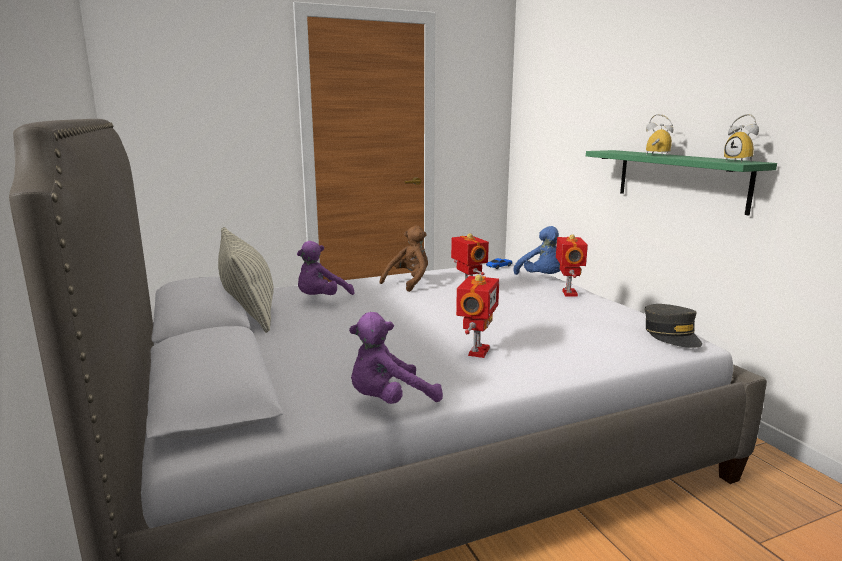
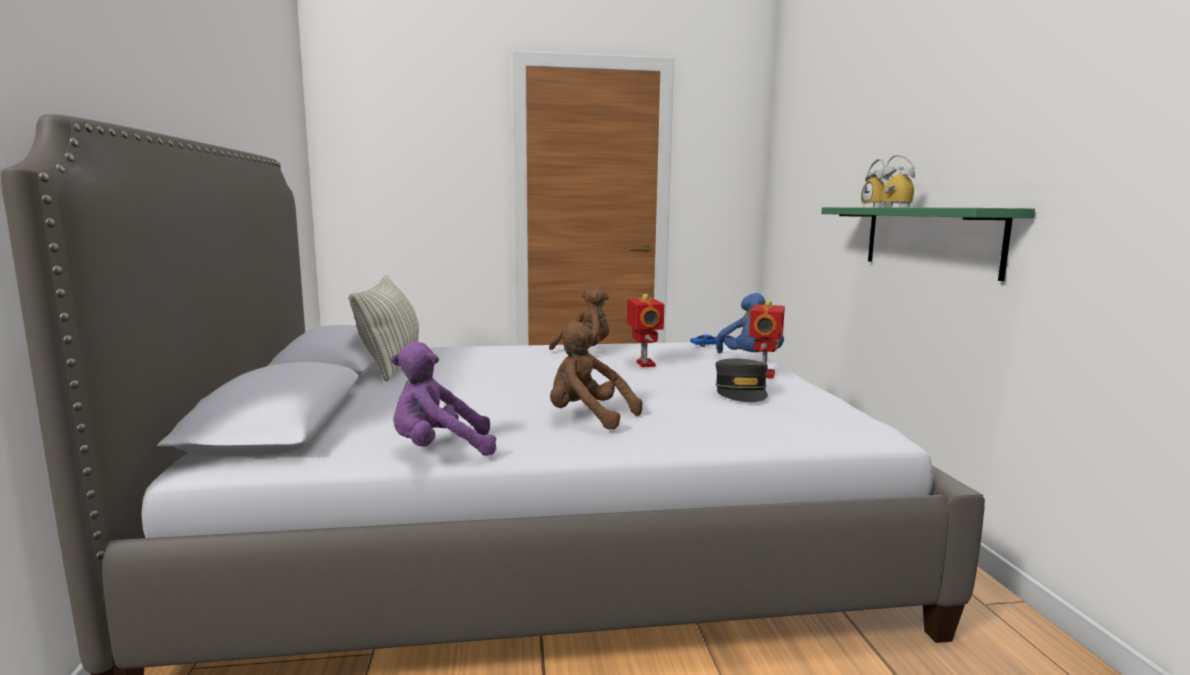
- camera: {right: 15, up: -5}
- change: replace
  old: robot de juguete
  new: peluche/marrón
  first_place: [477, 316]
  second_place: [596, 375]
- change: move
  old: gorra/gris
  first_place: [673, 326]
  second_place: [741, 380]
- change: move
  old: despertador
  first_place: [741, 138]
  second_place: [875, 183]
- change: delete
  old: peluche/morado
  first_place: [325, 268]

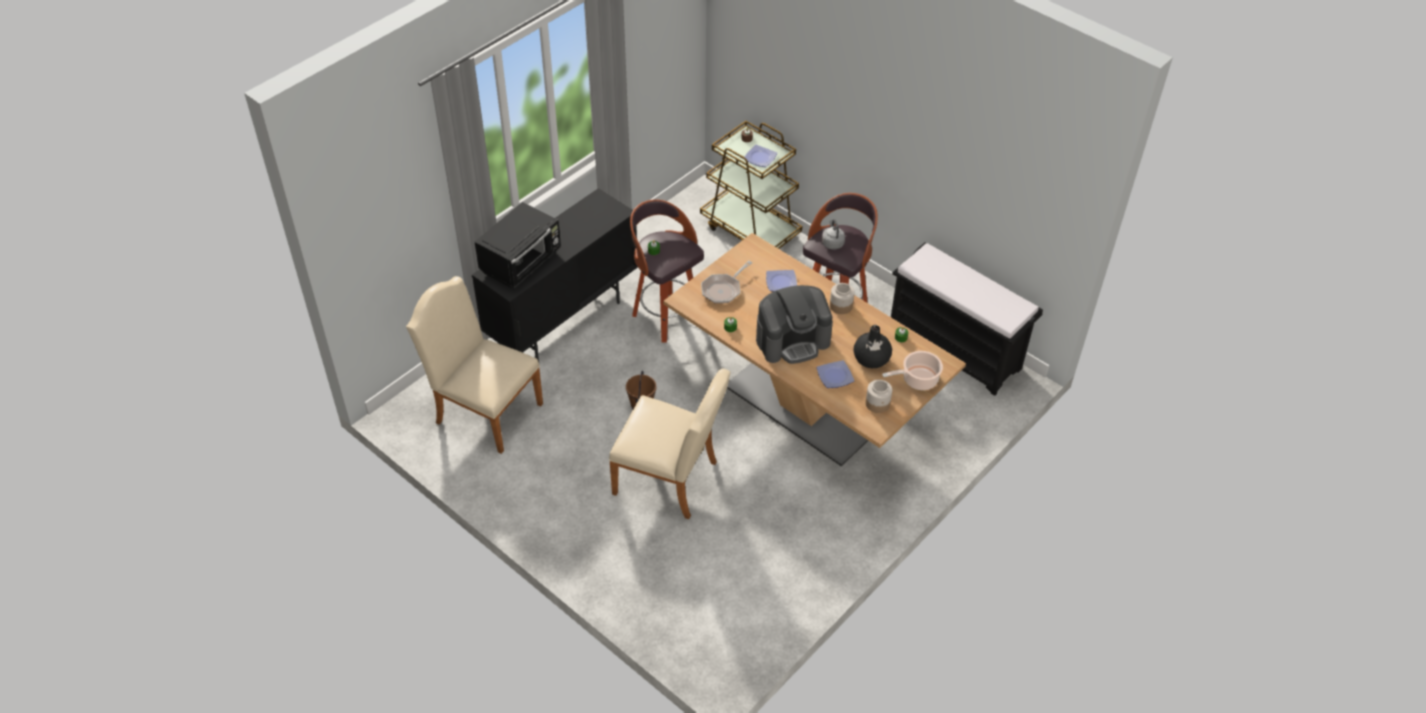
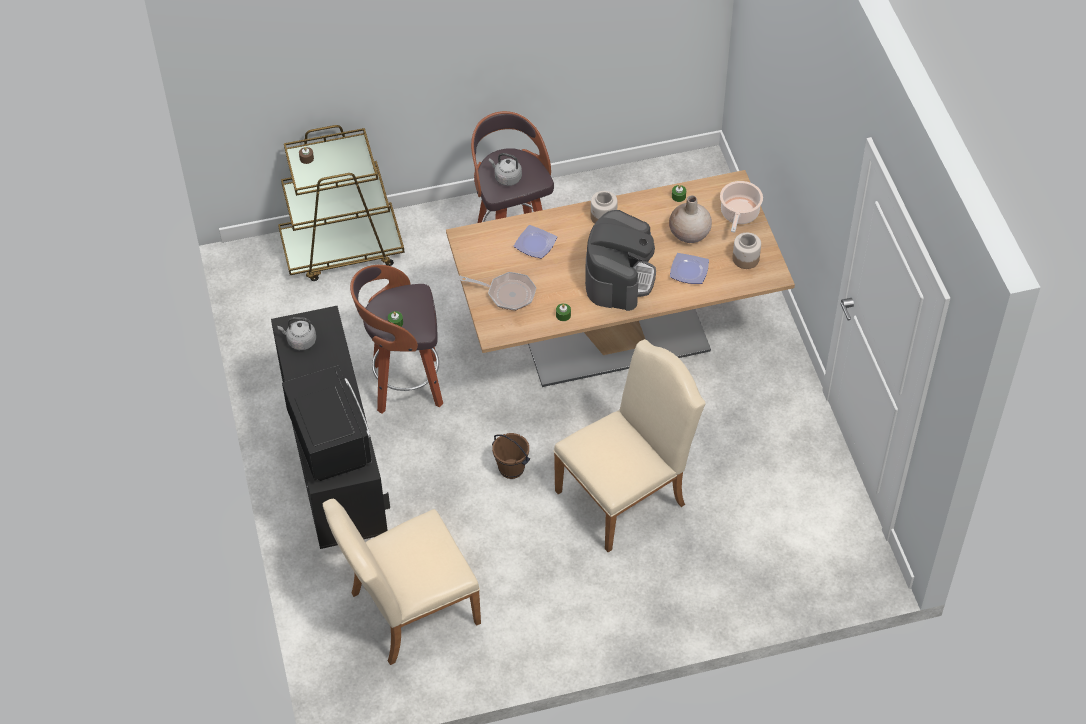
- camera: {right: -55, up: 5}
- change: insert
  new: hervidor/gris
  second_place: [297, 333]
- change: rotate
  old: sartén
  first_place: [726, 282]
  second_place: [497, 291]
  degrees: -60
- change: recolor
  old: florero/negro
  new: florero/beis
  first_place: [872, 346]
  second_place: [690, 219]
- change: delete
  old: plato
  first_place: [761, 156]
- change: delete
  old: banco/negro
  first_place: [967, 319]

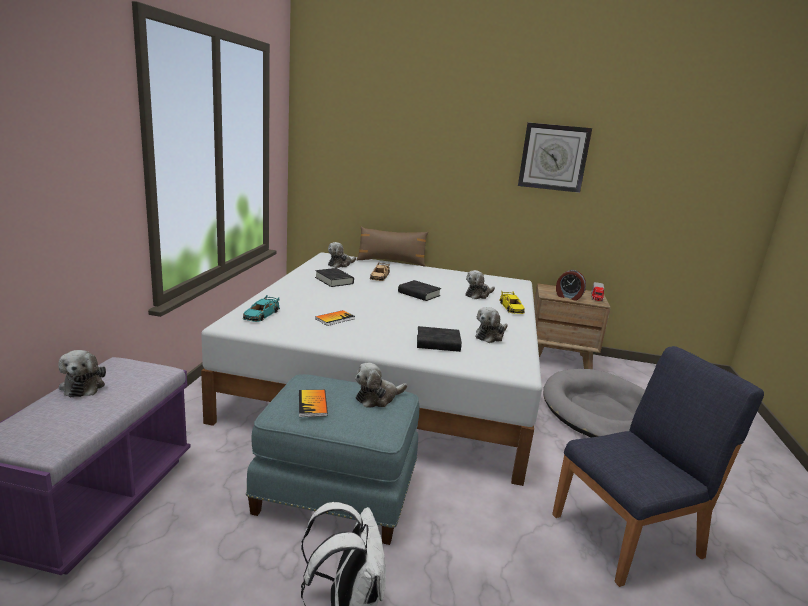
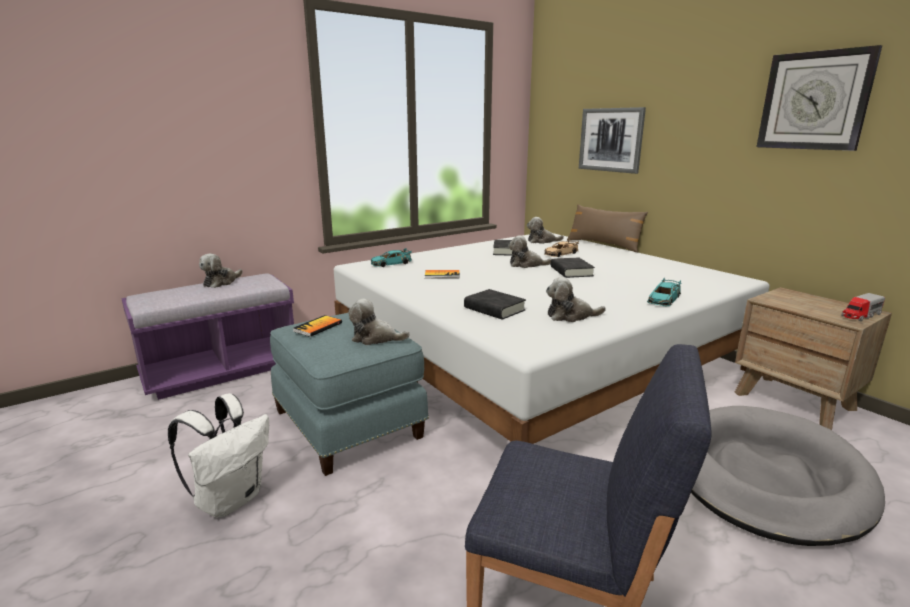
- camera: {right: 45, up: 0}
- change: move
  old: peluche
  first_place: [480, 284]
  second_place: [530, 251]
- change: insert
  new: cuadro
  second_place: [612, 140]
- change: recolor
  old: coche de juguete/amarillo
  new: coche de juguete/turquesa
  first_place: [512, 302]
  second_place: [664, 292]
- change: delete
  old: despertador
  first_place: [571, 285]

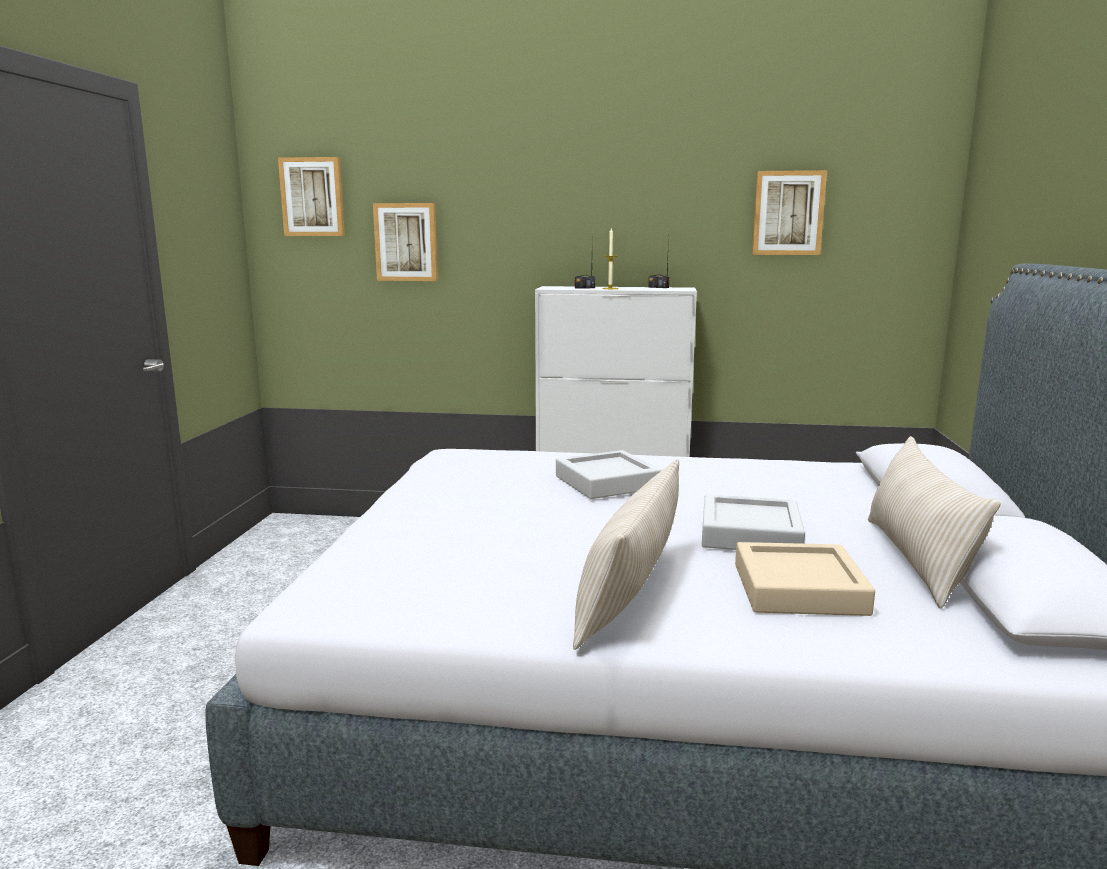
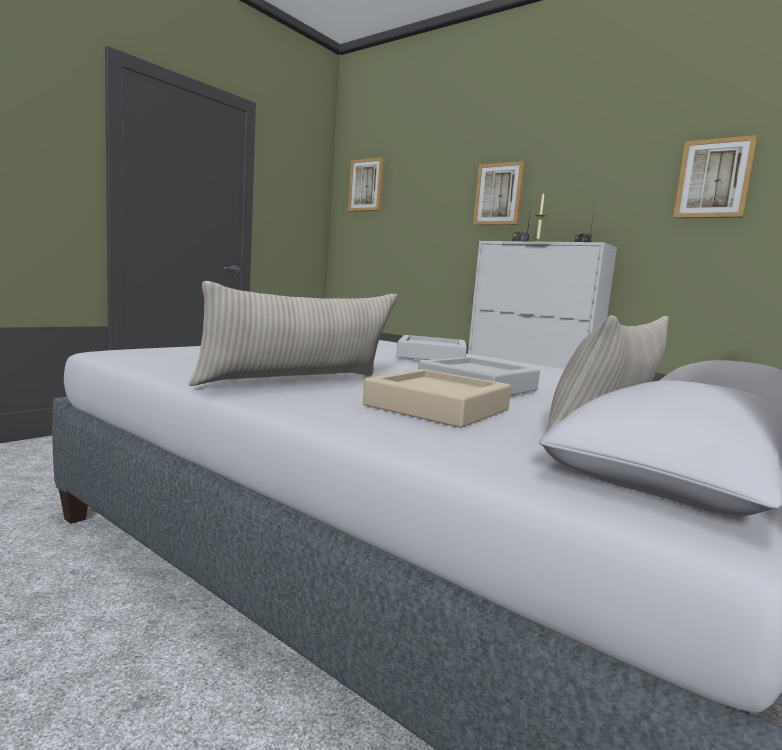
- camera: {right: 30, up: -5}
- change: move
  old: cuadro
  first_place: [405, 242]
  second_place: [499, 193]

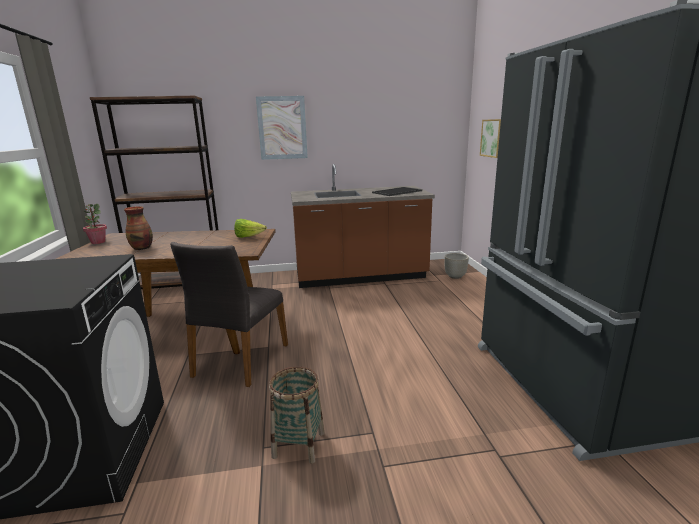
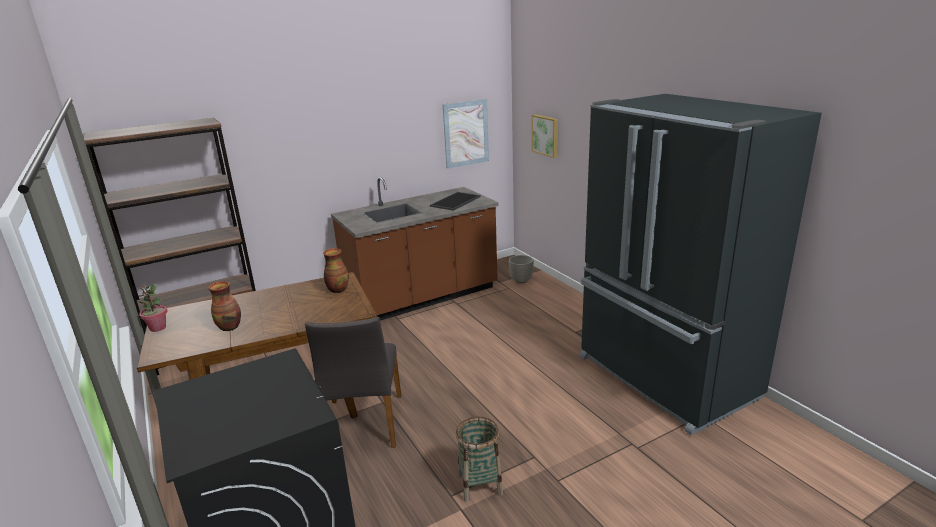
- camera: {right: -20, up: 5}
- change: replace
  old: lechuga
  new: florero
  first_place: [250, 228]
  second_place: [336, 270]
- change: move
  old: cuadro
  first_place: [282, 128]
  second_place: [466, 134]

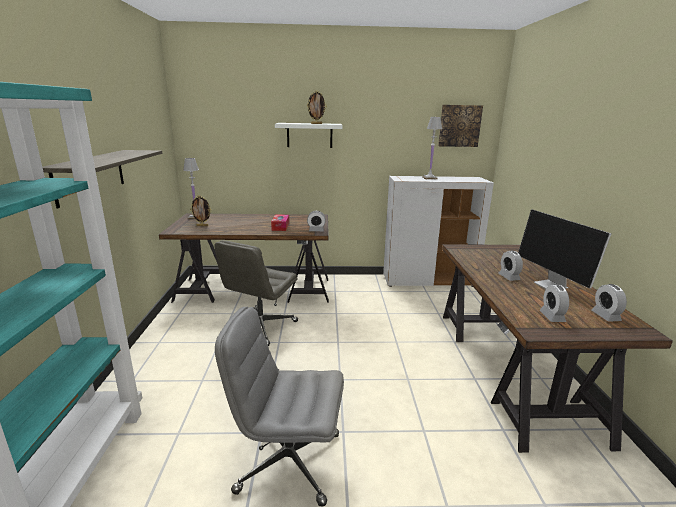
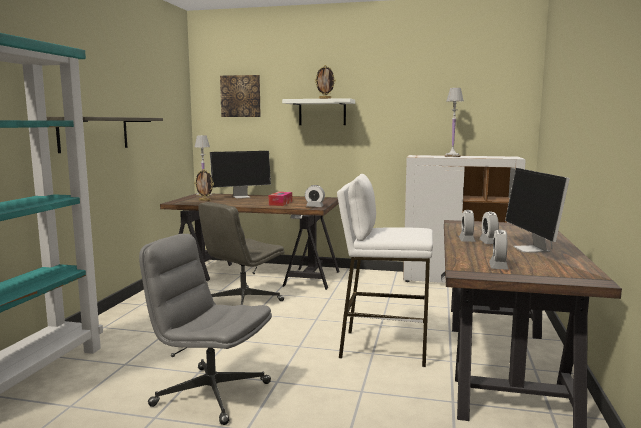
- camera: {right: 15, up: -10}
- change: insert
  new: monitor
  second_place: [240, 174]
- change: move
  old: cuadro
  first_place: [460, 126]
  second_place: [240, 96]
- change: insert
  new: taburete/blanco
  second_place: [385, 270]
- change: move
  old: despertador
  first_place: [609, 303]
  second_place: [467, 226]

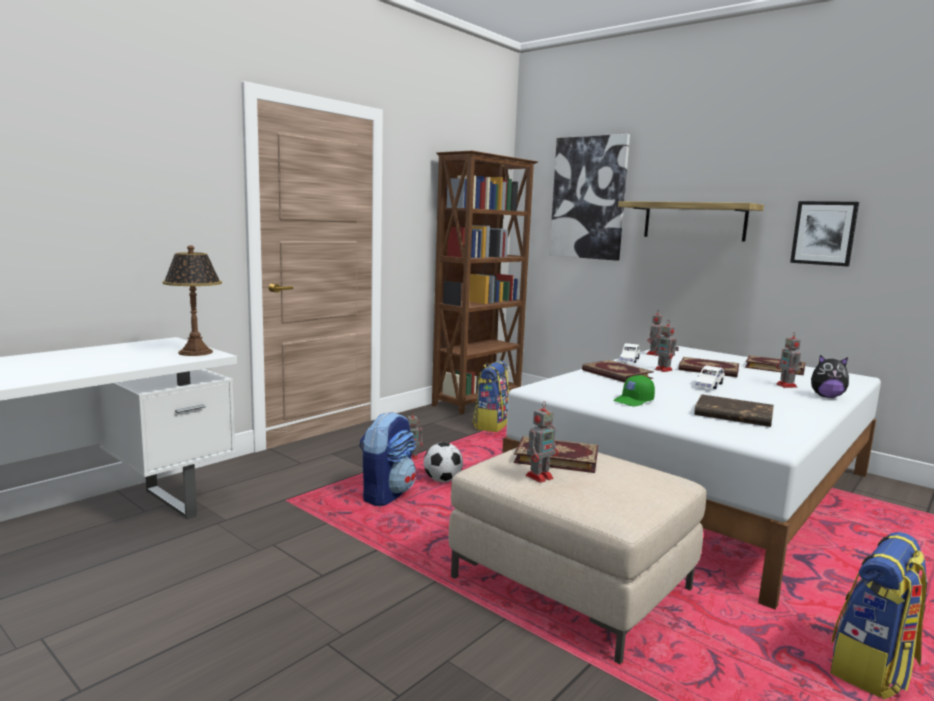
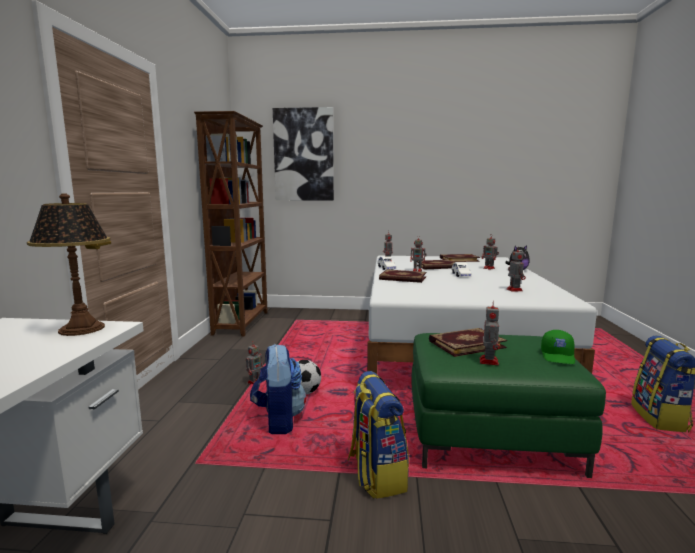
- camera: {right: -35, up: 0}
- change: move
  old: mochila
  first_place: [490, 396]
  second_place: [378, 435]
- change: recolor
  old: puf/beis
  new: puf/verde
  first_place: [577, 556]
  second_place: [509, 405]
- change: replace
  old: libro/marrón
  new: robot de juguete
  first_place: [734, 410]
  second_place: [516, 269]
- change: move
  old: gorra/verde
  first_place: [634, 390]
  second_place: [558, 347]
- change: delete
  old: estante
  first_place: [691, 221]
- change: delete
  old: cuadro
  first_place: [824, 234]

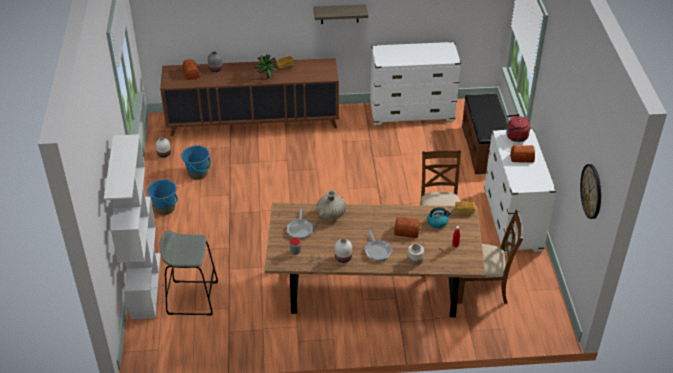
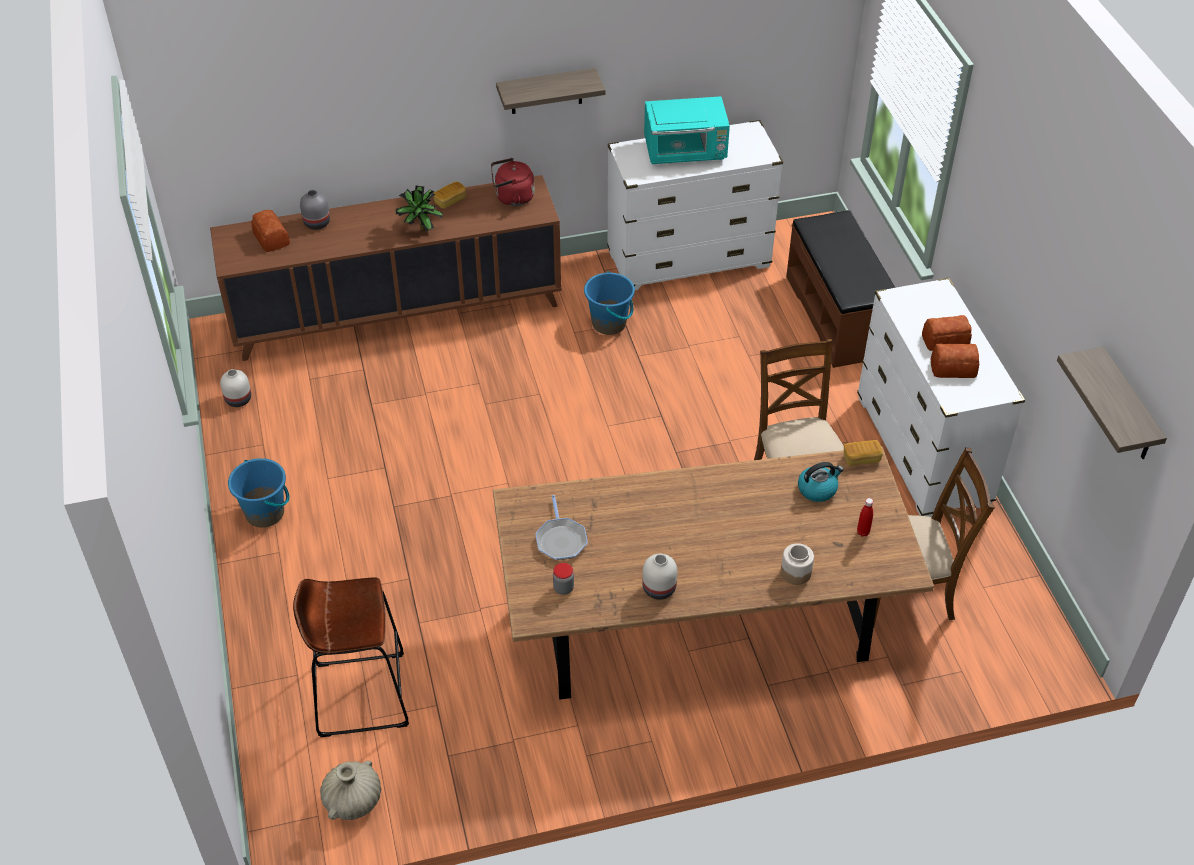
- camera: {right: -10, up: 5}
- change: recolor
  old: taburete/gris
  new: taburete/marrón
  first_place: [189, 273]
  second_place: [351, 657]
- change: move
  old: florero/beis
  first_place: [331, 205]
  second_place: [350, 790]
- change: move
  old: hervidor/rojo
  first_place: [518, 128]
  second_place: [513, 182]
- change: move
  old: cubo/azul
  first_place: [196, 162]
  second_place: [609, 303]
- change: insert
  new: microondas/turquesa
  second_place: [687, 130]
- change: move
  old: pan
  first_place: [407, 227]
  second_place: [955, 360]
- change: replace
  old: reloj de pared
  new: estante
  first_place: [590, 191]
  second_place: [1112, 403]
- change: delete
  old: estantería/blanco
  first_place: [132, 226]
- change: delete
  old: sartén
  first_place: [378, 245]

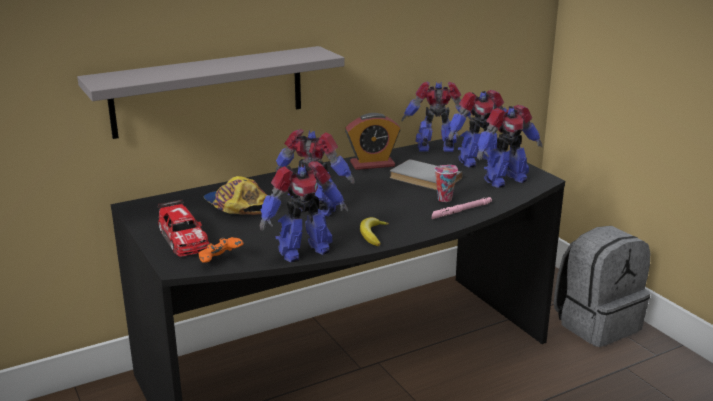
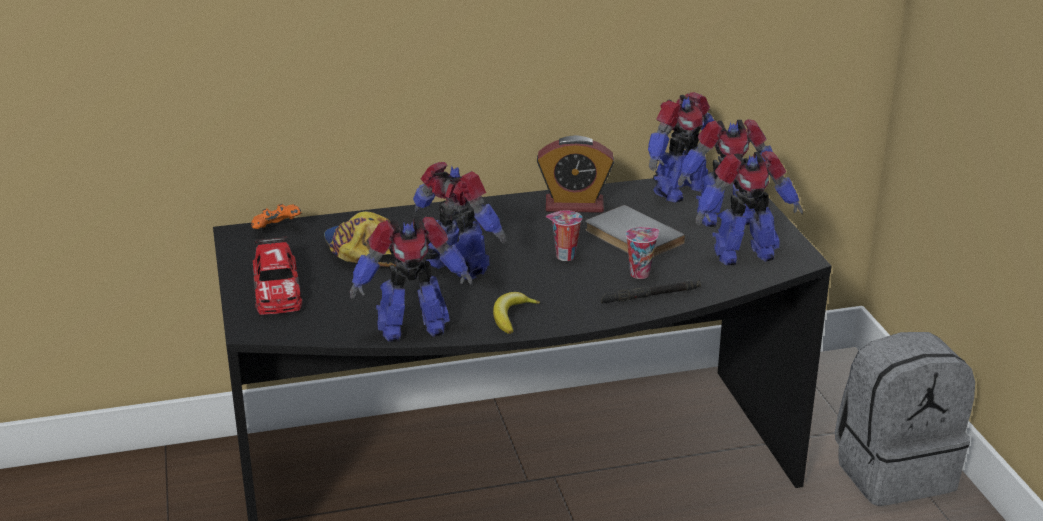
- camera: {right: 15, up: 5}
- change: move
  old: mando de consola/naranja
  first_place: [221, 250]
  second_place: [276, 216]
- change: insert
  new: taza
  second_place: [564, 235]
- change: recolor
  old: linterna/rosa
  new: linterna/negro
  first_place: [462, 208]
  second_place: [651, 292]
- change: rotate
  old: robot de juguete
  first_place: [437, 116]
  second_place: [681, 147]
  degrees: 120
- change: delete
  old: estante/gris
  first_place: [211, 92]

